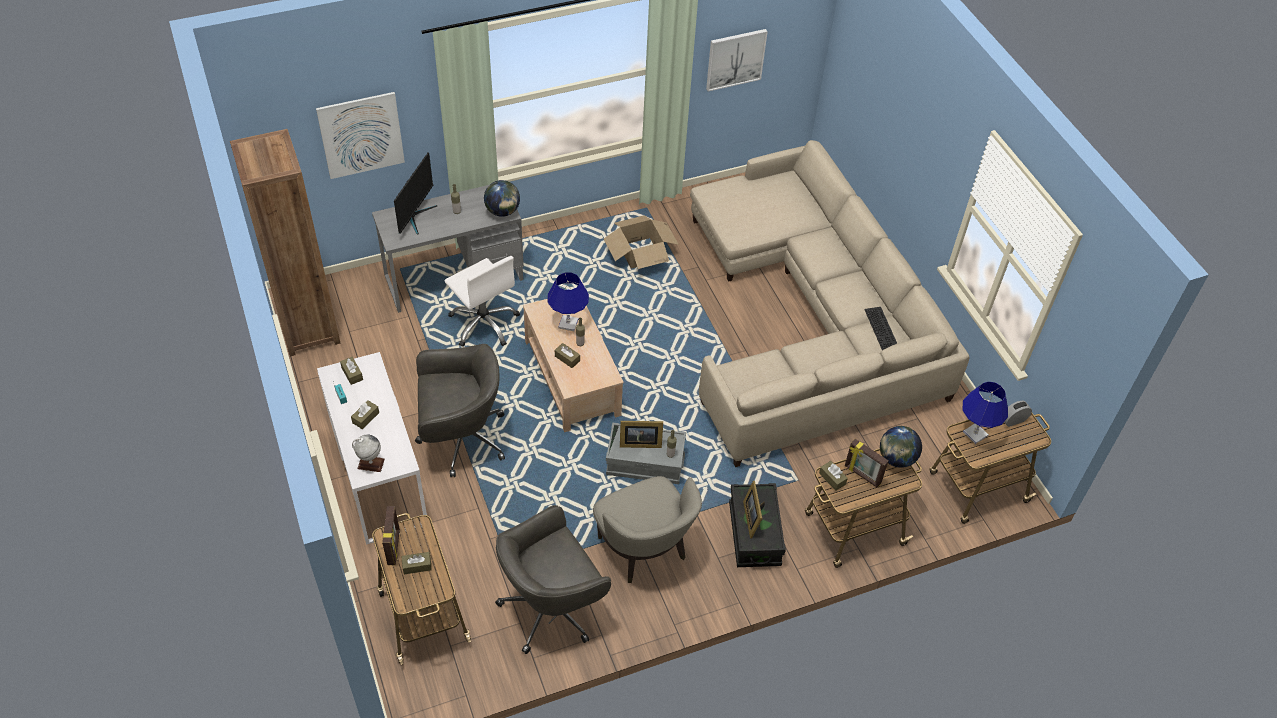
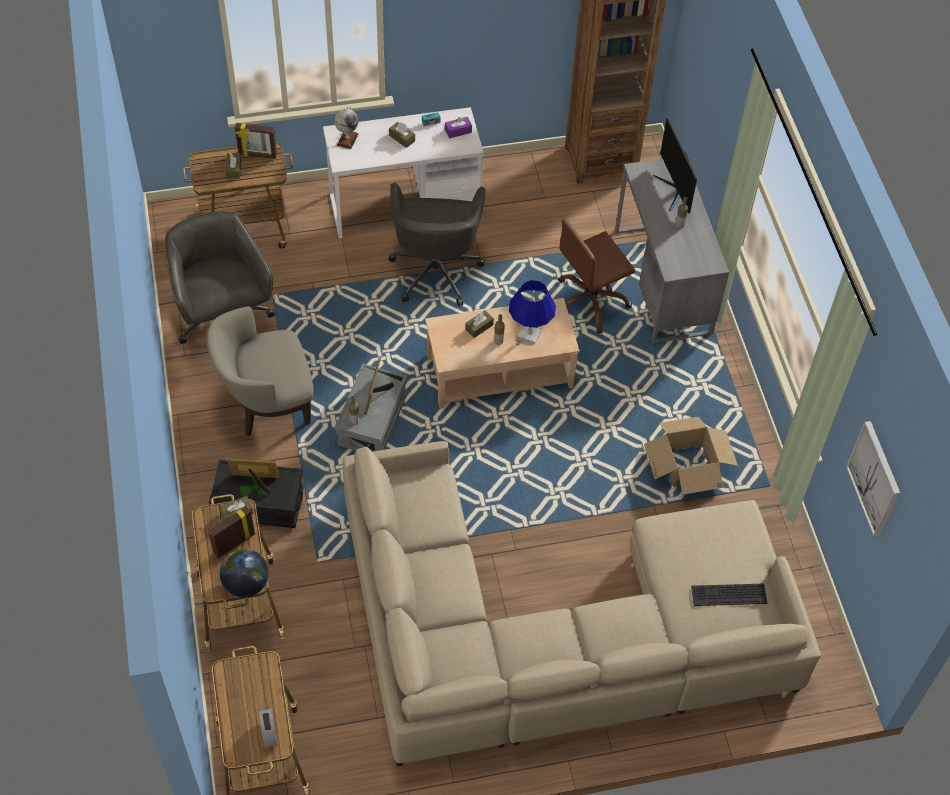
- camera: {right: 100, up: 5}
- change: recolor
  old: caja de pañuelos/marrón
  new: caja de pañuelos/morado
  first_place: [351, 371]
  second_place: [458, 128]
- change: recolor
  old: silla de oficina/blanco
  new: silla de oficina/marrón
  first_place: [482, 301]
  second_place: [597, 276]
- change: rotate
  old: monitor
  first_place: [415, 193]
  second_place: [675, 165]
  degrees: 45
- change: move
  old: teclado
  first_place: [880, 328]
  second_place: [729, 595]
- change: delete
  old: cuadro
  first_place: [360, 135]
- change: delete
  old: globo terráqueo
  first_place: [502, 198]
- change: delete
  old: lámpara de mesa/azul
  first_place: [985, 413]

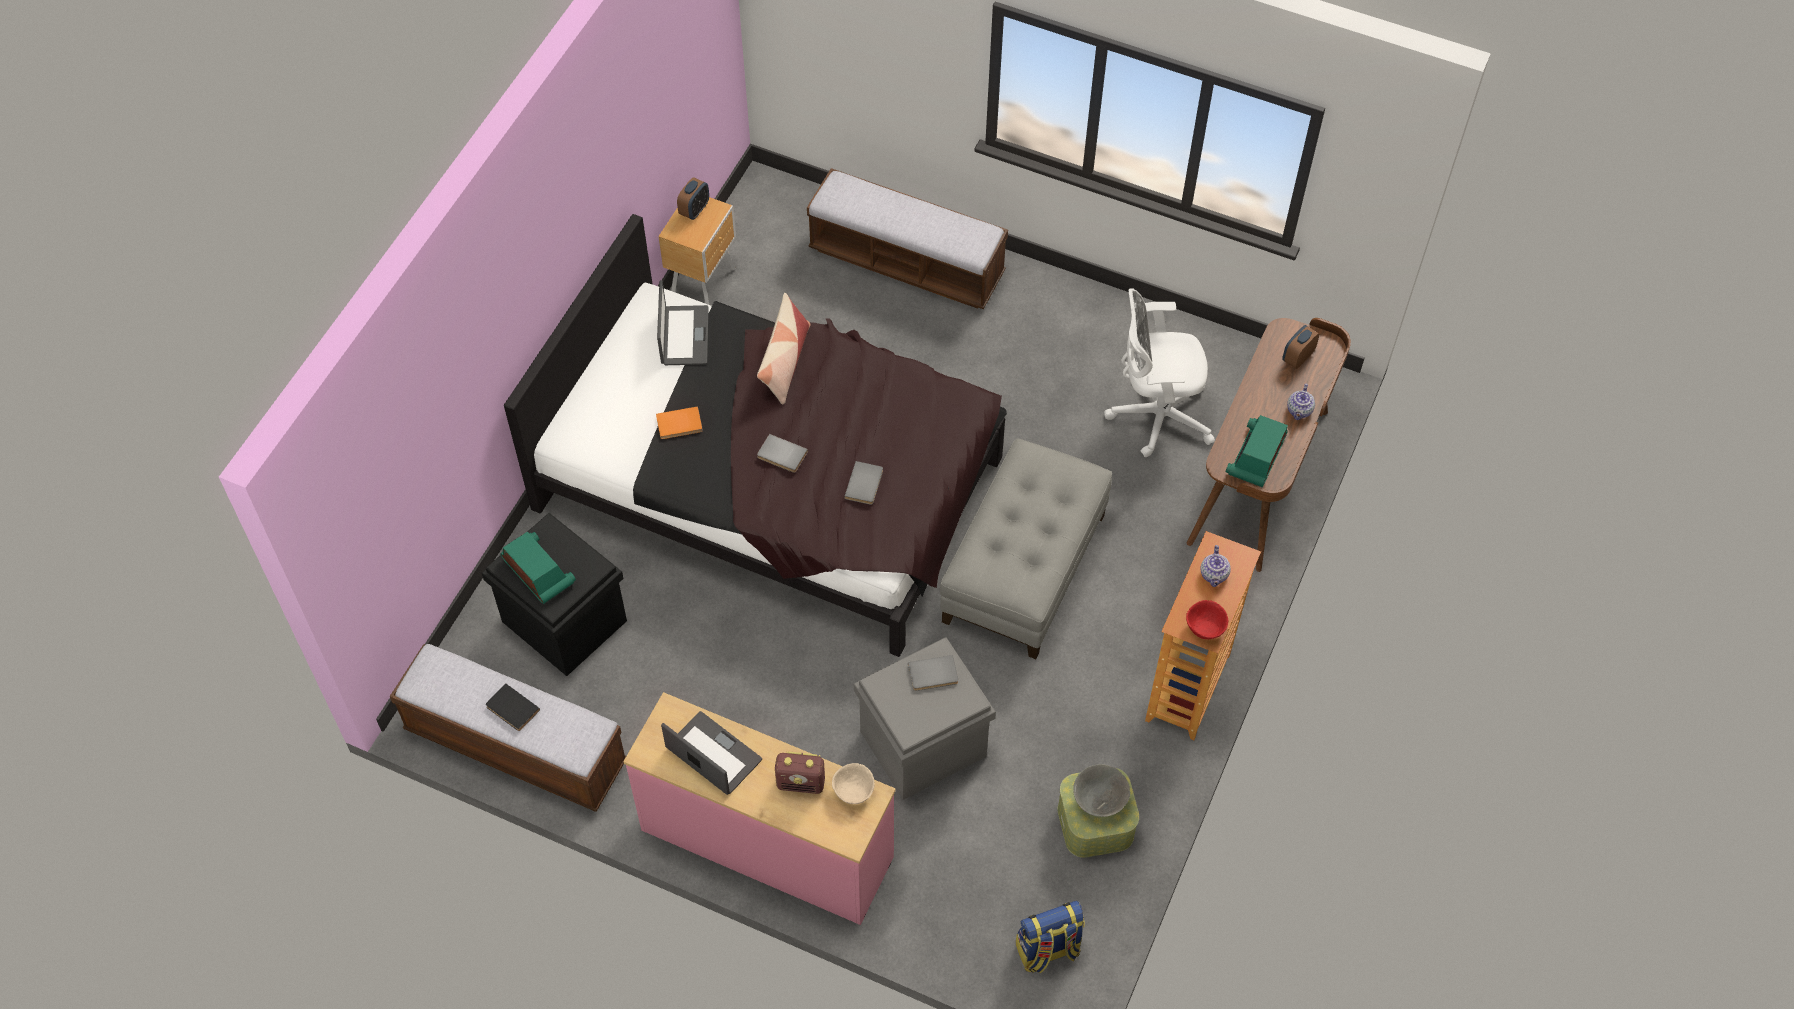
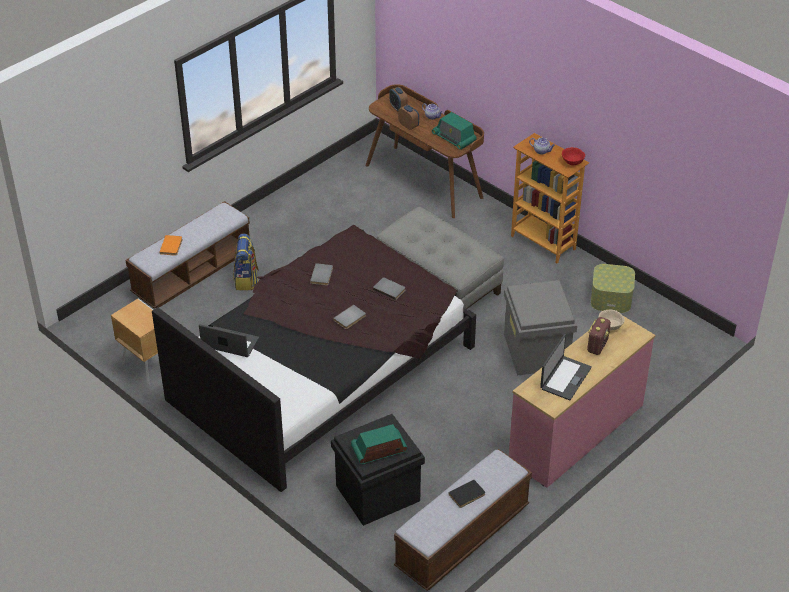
- camera: {right: -70, up: -15}
- change: move
  old: libro/naranja
  first_place: [679, 422]
  second_place: [171, 245]
- change: move
  old: mochila
  first_place: [1050, 937]
  second_place: [246, 262]
- change: move
  old: libro/gris
  first_place: [933, 673]
  second_place: [321, 274]
- change: move
  old: despertador
  first_place: [693, 198]
  second_place: [408, 117]
- change: rotate
  old: portátil
  first_place: [711, 753]
  second_place: [566, 367]
  degrees: 150
- change: delete
  old: cojín
  first_place: [784, 348]
- change: delete
  old: cuenco/gris
  first_place: [1101, 790]
- change: delete
  old: silla de oficina/blanco
  first_place: [1159, 372]

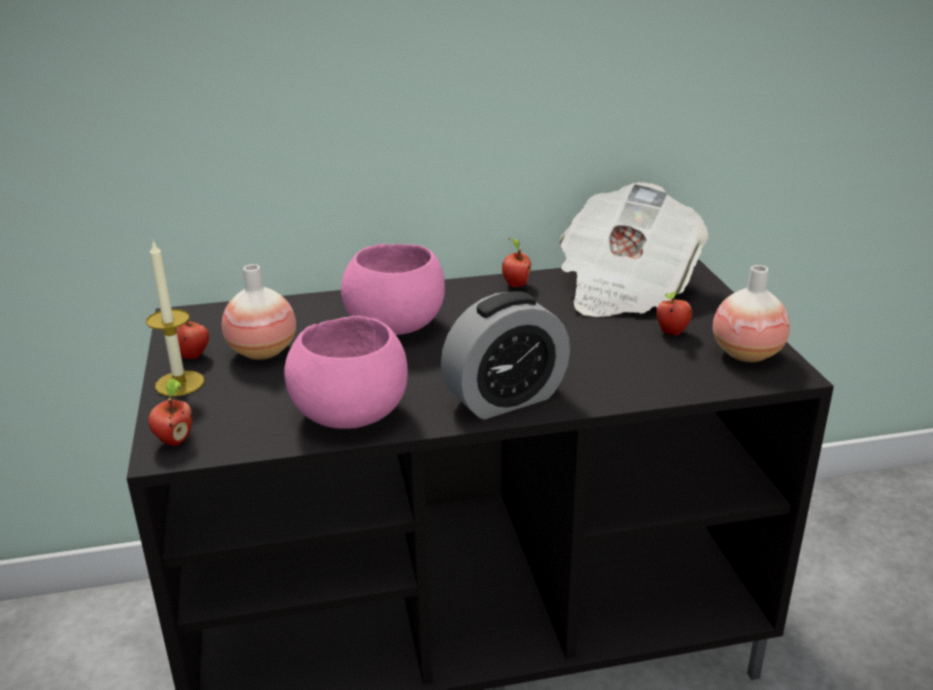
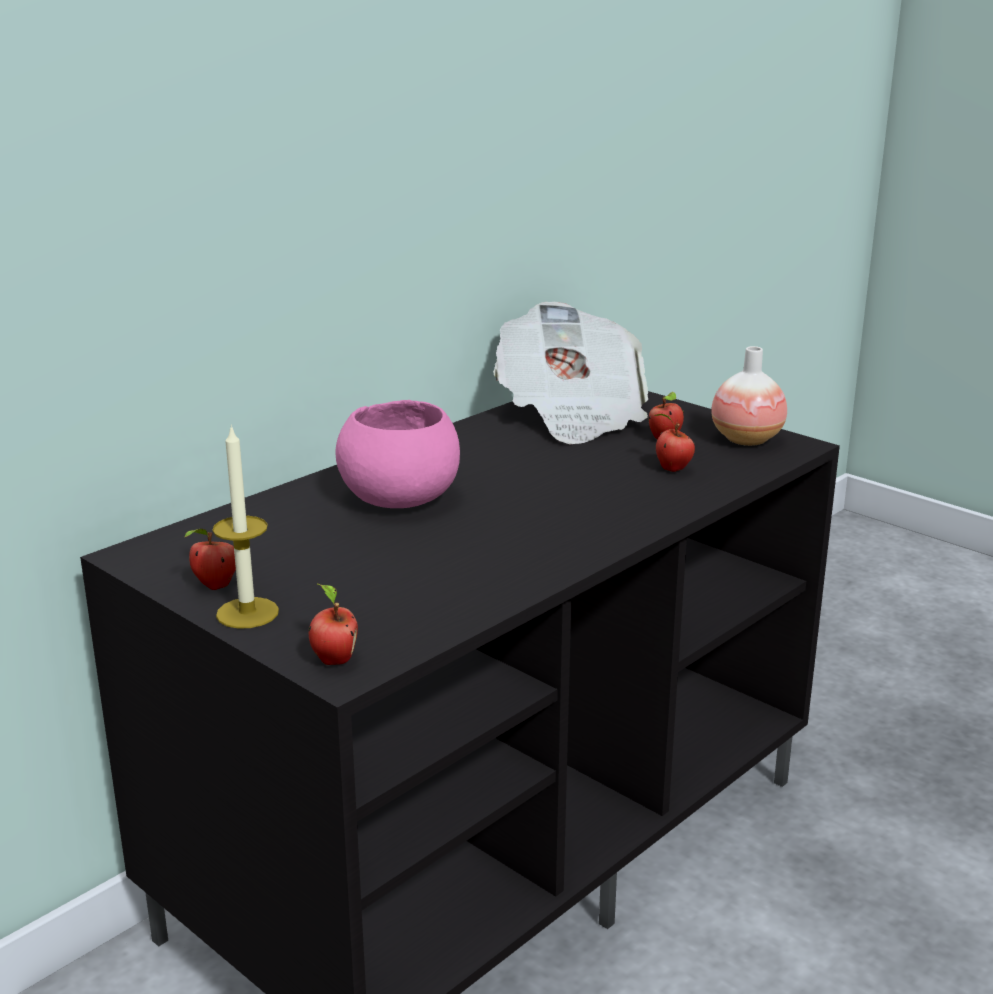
- camera: {right: -35, up: -5}
- change: move
  old: manzana
  first_place: [516, 262]
  second_place: [675, 443]
- change: delete
  old: florero
  first_place: [259, 312]
- change: delete
  old: cuenco/rosa
  first_place: [346, 372]
- change: delete
  old: despertador
  first_place: [505, 355]

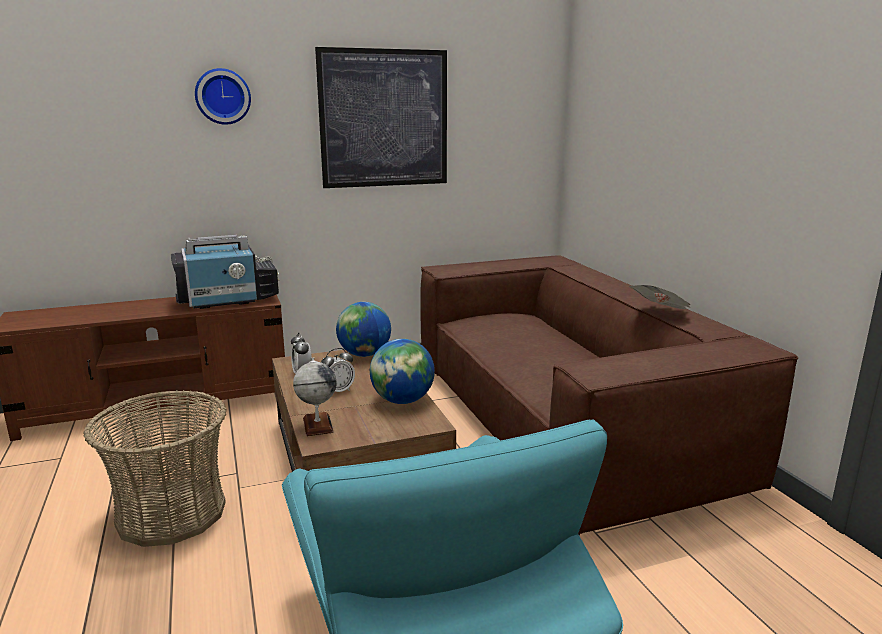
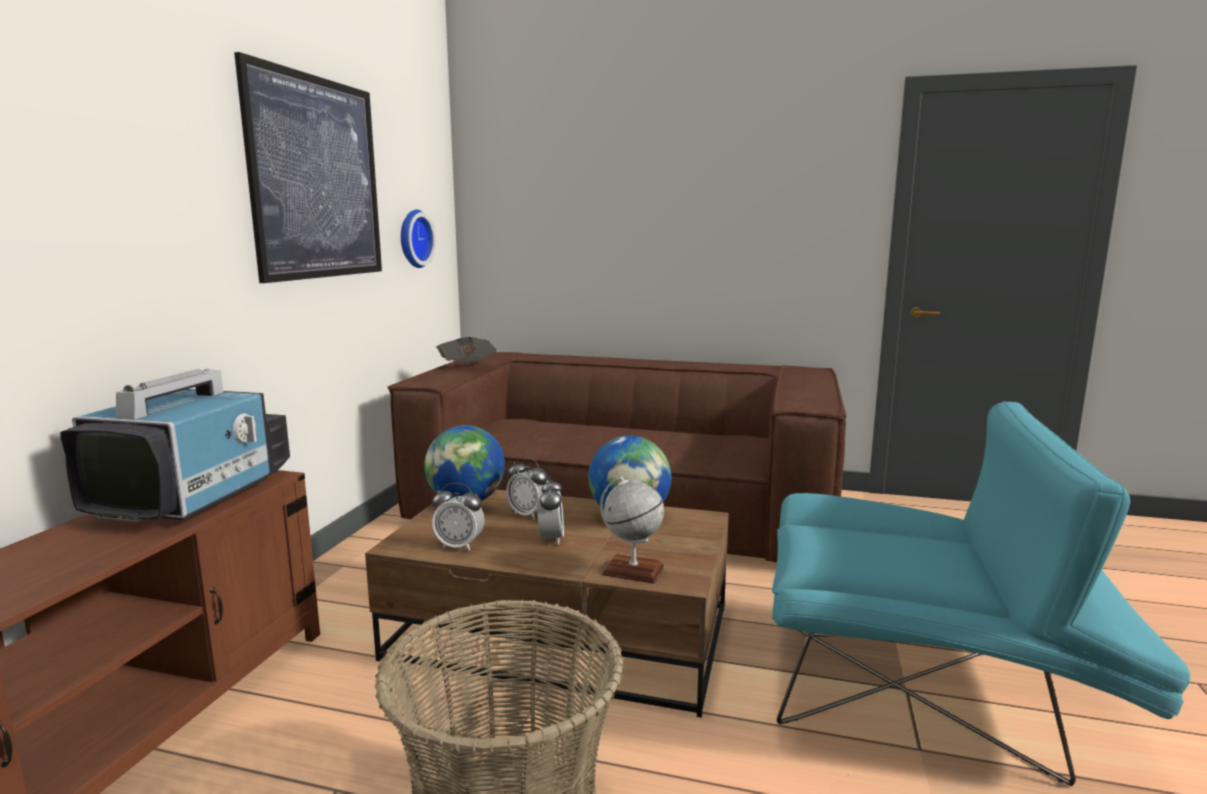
- camera: {right: -55, up: -5}
- change: move
  old: reloj de pared
  first_place: [223, 96]
  second_place: [418, 239]
- change: move
  old: periódico
  first_place: [660, 297]
  second_place: [466, 349]
- change: insert
  new: despertador
  second_place: [527, 488]

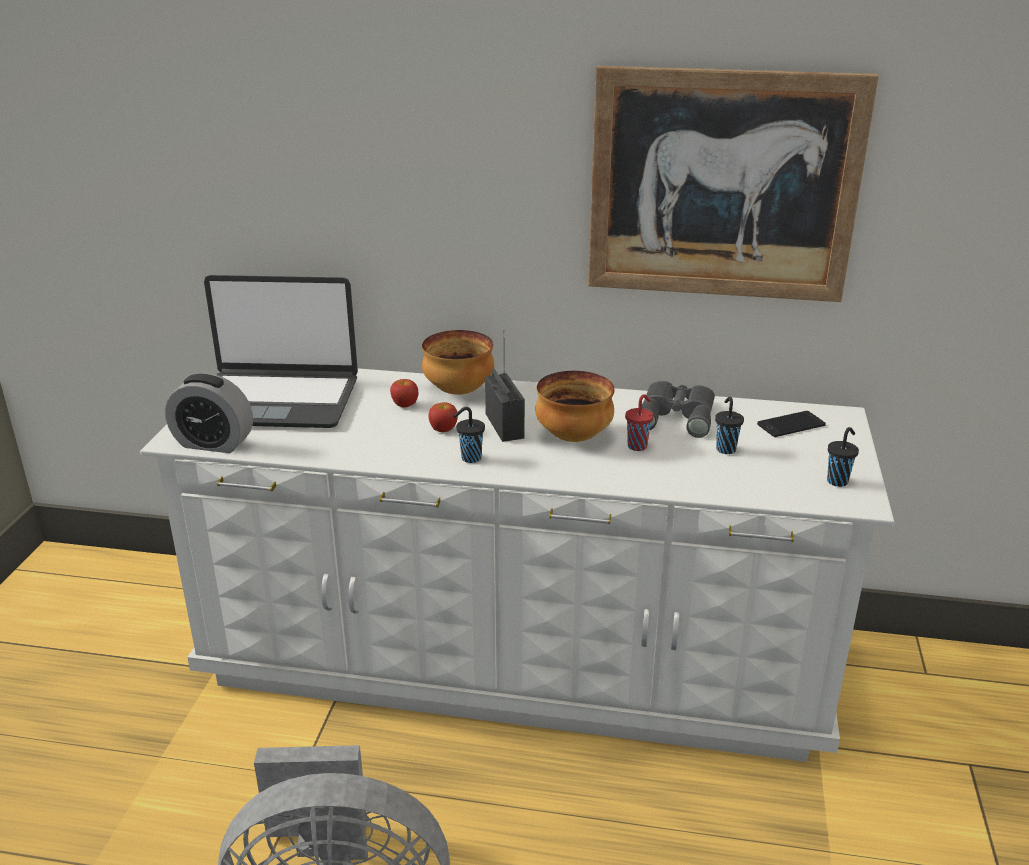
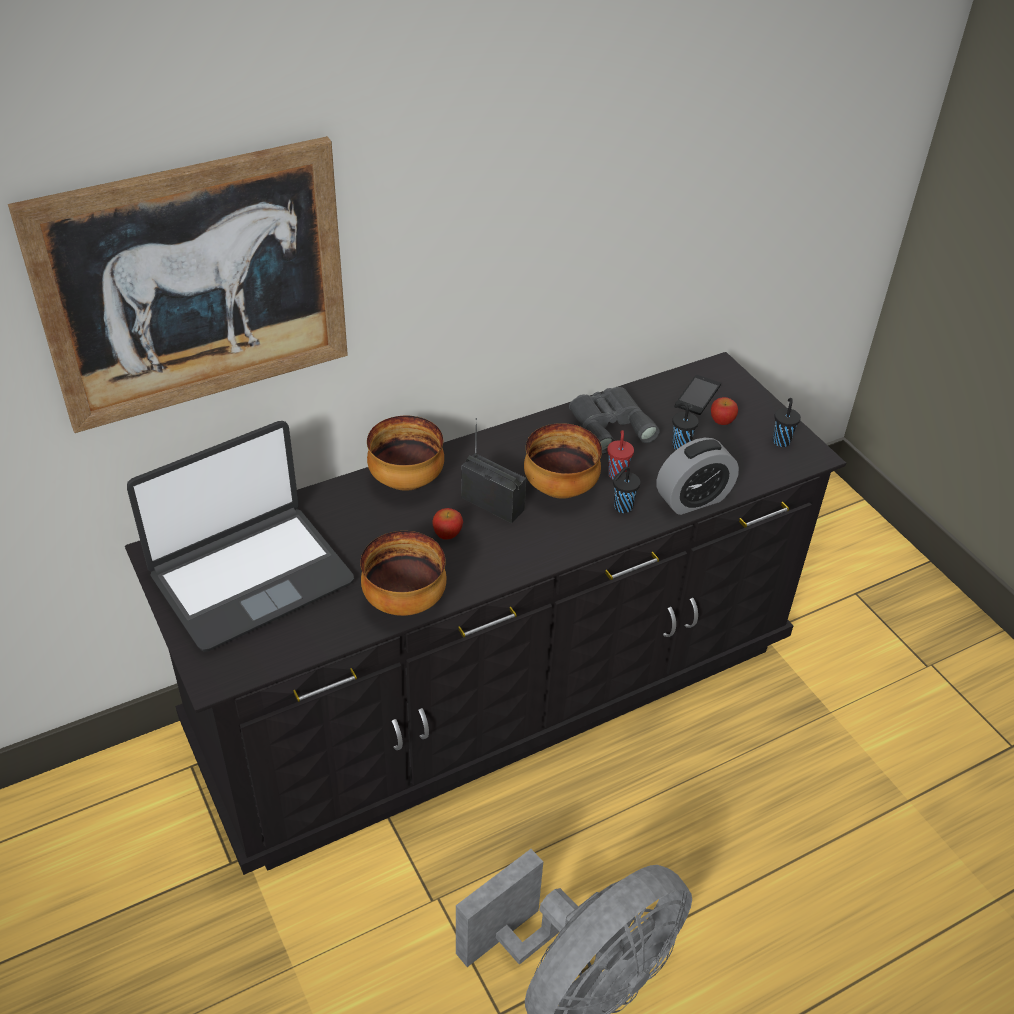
- camera: {right: -40, up: 15}
- change: move
  old: cuadro
  first_place: [733, 184]
  second_place: [178, 284]
- change: recolor
  old: cómoda/blanco
  new: cómoda/negro
  first_place: [517, 565]
  second_place: [485, 613]
- change: insert
  new: cuenco
  second_place: [403, 573]
- change: move
  old: taza/negro
  first_place: [469, 435]
  second_place: [626, 490]
- change: move
  old: despertador
  first_place: [209, 413]
  second_place: [698, 476]
- change: move
  old: manzana
  first_place: [404, 393]
  second_place: [724, 411]

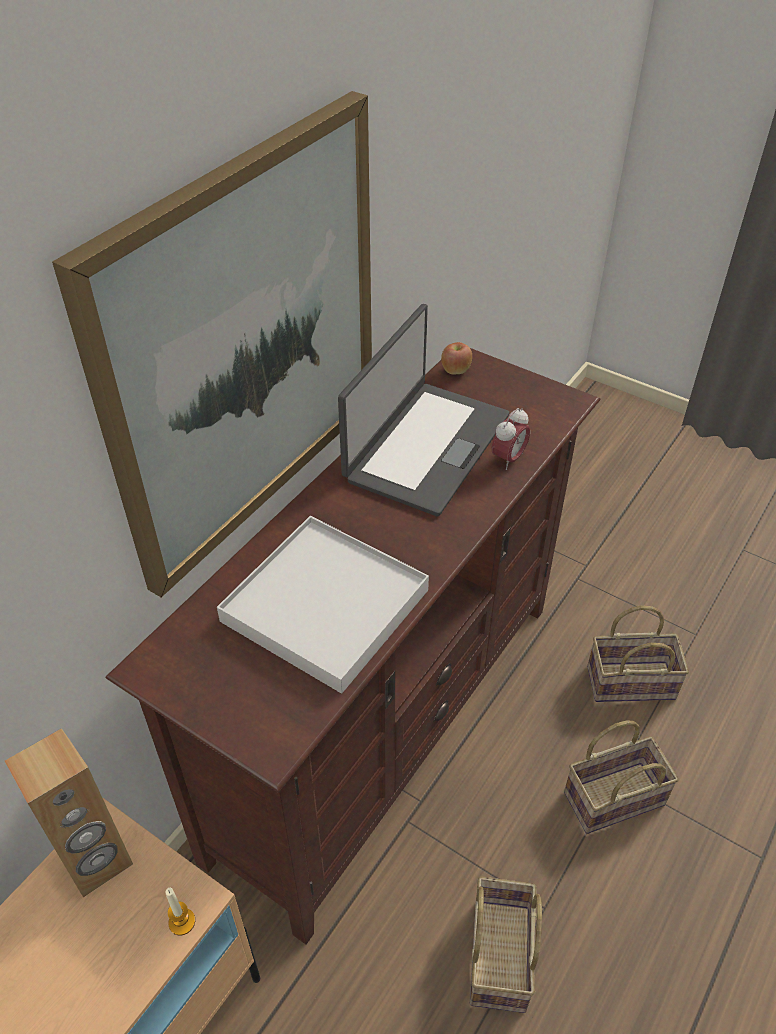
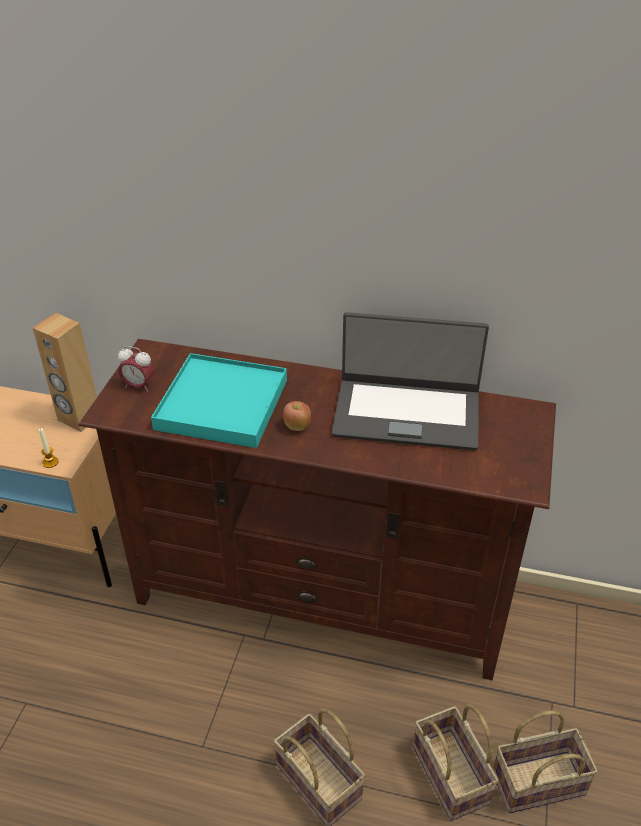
- camera: {right: 70, up: -5}
- change: move
  old: despertador
  first_place: [511, 439]
  second_place: [136, 369]
- change: recolor
  old: bandeja/blanco
  new: bandeja/turquesa
  first_place: [323, 605]
  second_place: [219, 400]
- change: move
  old: manzana
  first_place: [456, 358]
  second_place: [297, 416]
- change: move
  old: cesta
  first_place: [506, 945]
  second_place: [545, 761]
- change: delete
  old: cuadro
  first_place: [212, 344]

